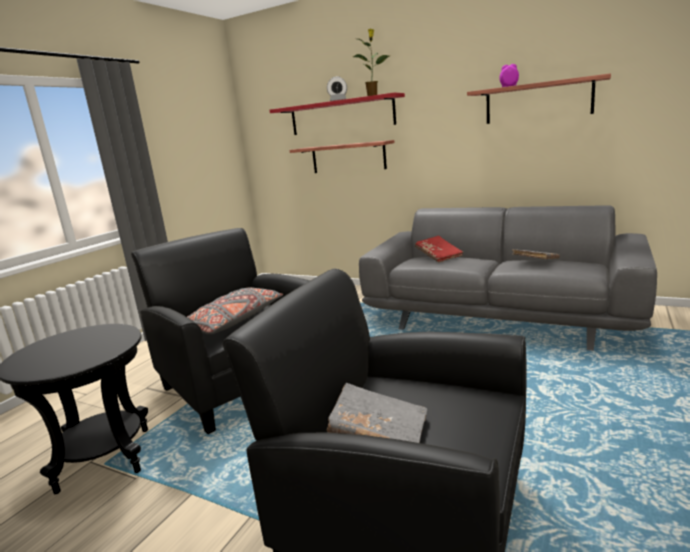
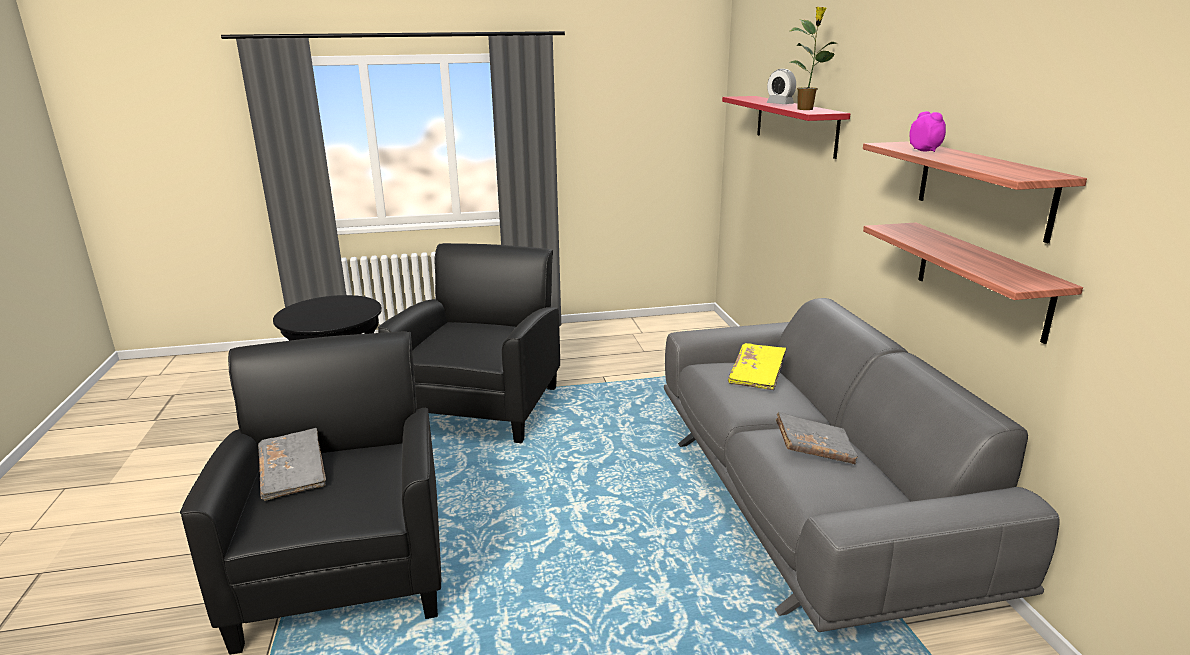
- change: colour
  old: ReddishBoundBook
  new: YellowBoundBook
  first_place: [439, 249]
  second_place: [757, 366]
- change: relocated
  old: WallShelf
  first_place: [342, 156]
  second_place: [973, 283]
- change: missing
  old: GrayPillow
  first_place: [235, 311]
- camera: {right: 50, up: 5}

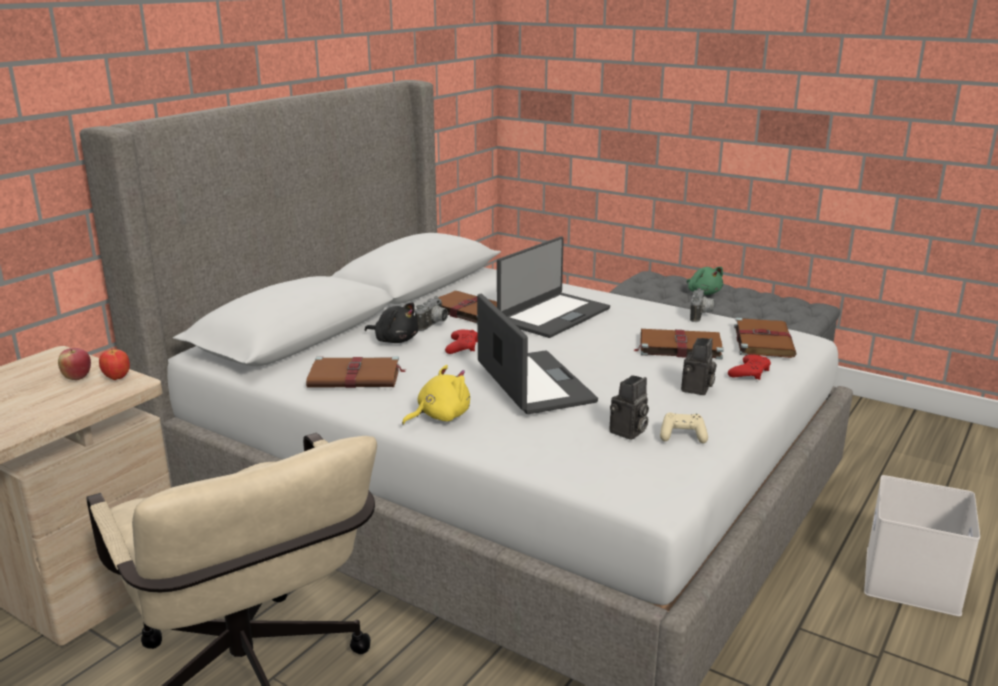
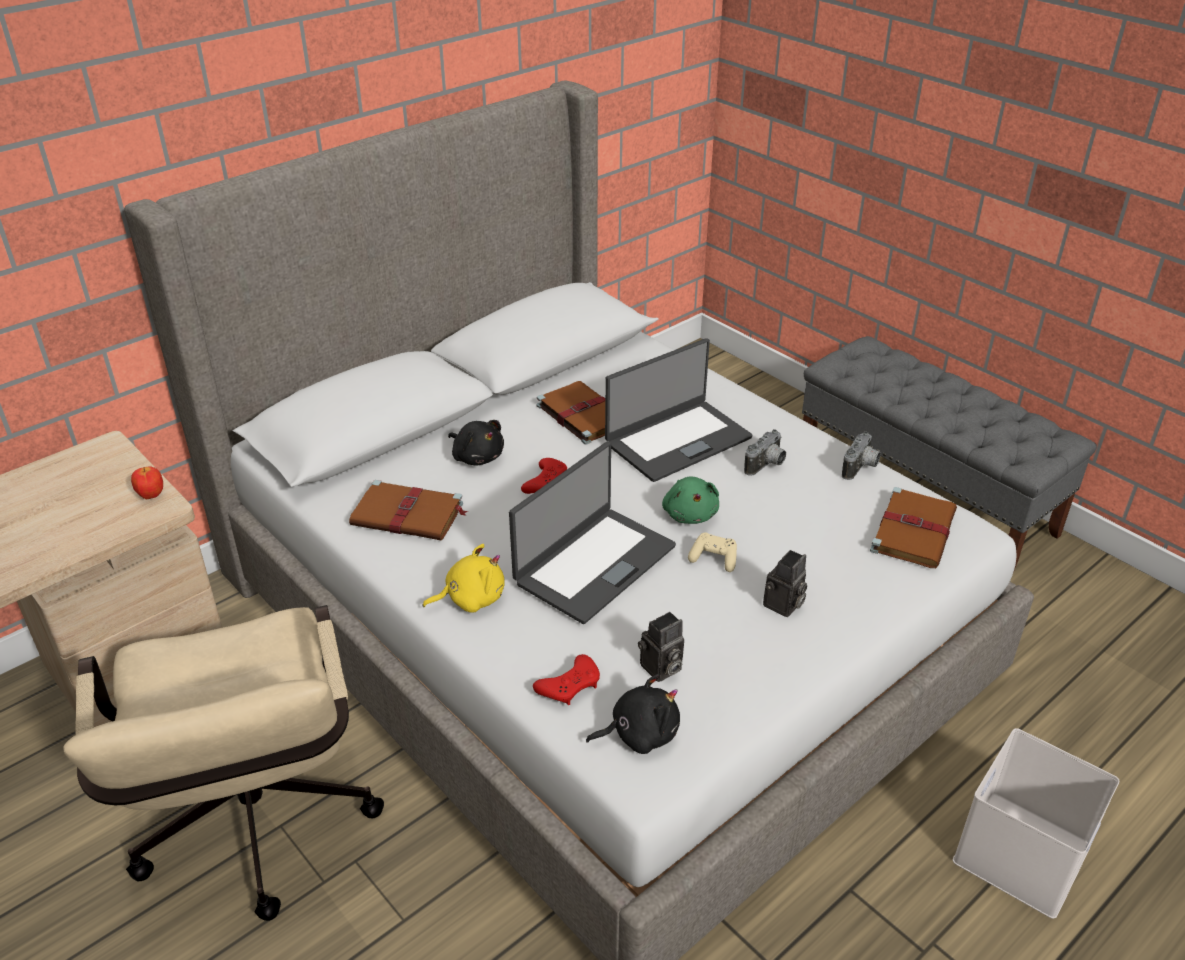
- change: spun
  old: Laptop
  first_place: [537, 353]
  second_place: [592, 533]
  degrees: 45
- change: relocated
  old: ReddishGamepad
  first_place: [749, 367]
  second_place: [566, 679]
- change: appeared
  new: BlackishCuddlyToy
  second_place: [633, 714]
- change: relocated
  old: GreenColouredCuddlyToy
  first_place: [705, 281]
  second_place: [690, 500]
- change: relocated
  old: SandColouredGamepad
  first_place: [684, 427]
  second_place: [712, 552]
- change: relocated
  old: PhotoCamera
  first_place: [431, 313]
  second_place: [765, 452]
- change: missing
  old: Apple
  first_place: [74, 364]
- change: missing
  old: BrownishBoundBook
  first_place: [679, 344]
- camera: {right: 15, up: 15}

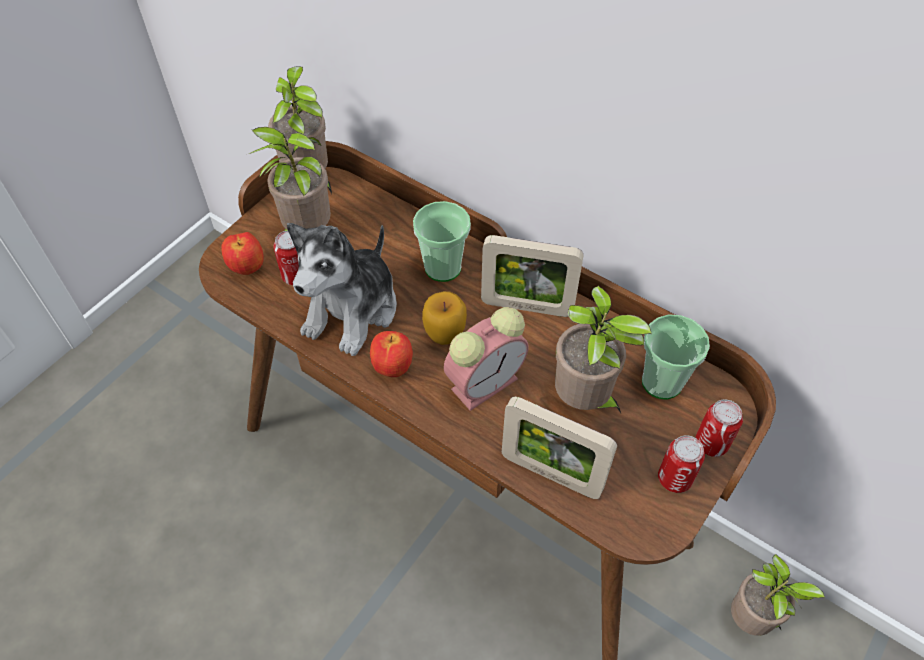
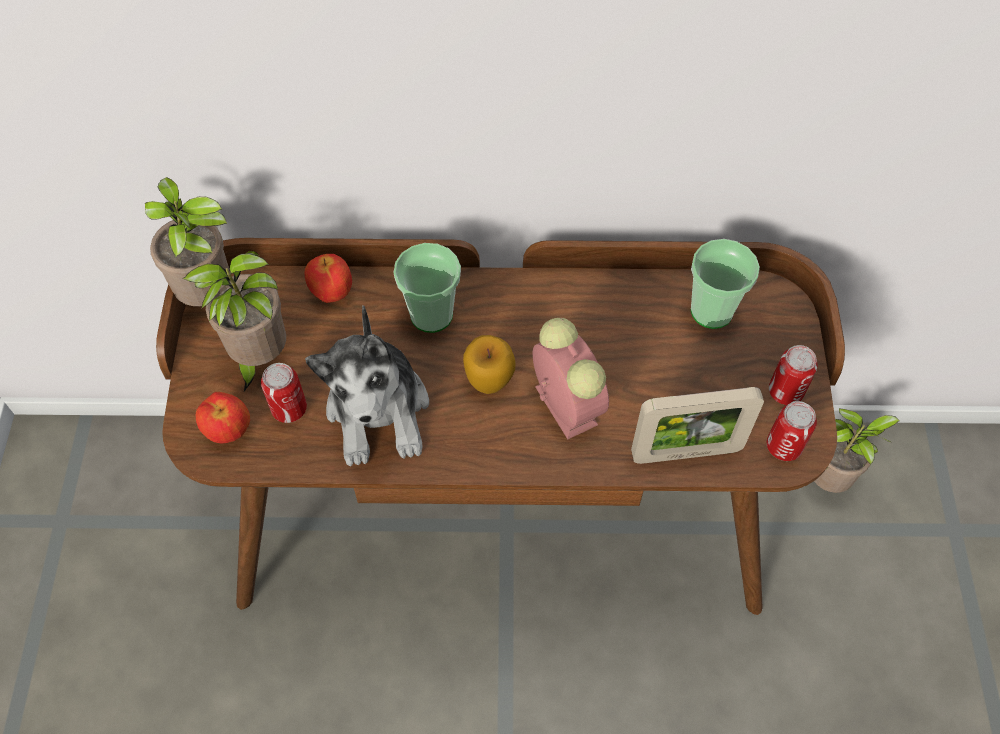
- change: relocated
  old: Apple
  first_place: [391, 354]
  second_place: [328, 278]
- change: spun
  old: TableClock
  first_place: [486, 359]
  second_place: [571, 378]
  degrees: -45
- change: relocated
  old: Can
  first_place: [719, 428]
  second_place: [792, 431]
- change: missing
  old: PictureFrame
  first_place: [532, 276]
- change: missing
  old: PlantInAPot
  first_place: [603, 349]
- camera: {right: -35, up: 5}

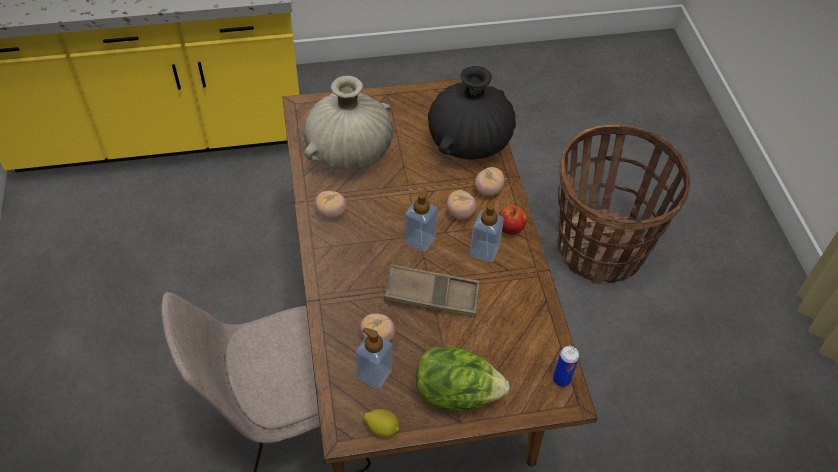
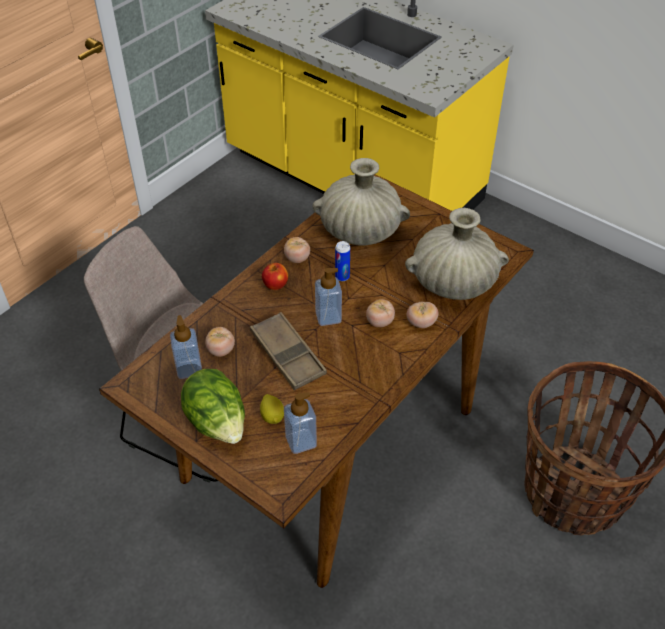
- change: relocated
  old: CitrusFruit
  first_place: [381, 423]
  second_place: [272, 409]
- change: relocated
  old: Apple
  first_place: [513, 220]
  second_place: [275, 276]
- change: relocated
  old: SoapDispenser
  first_place: [487, 230]
  second_place: [300, 423]
- change: relocated
  old: Can
  first_place: [566, 366]
  second_place: [342, 261]
- change: colour
  old: BlackishDecorativeVase
  new: SandColouredDecorativeVase
  first_place: [472, 113]
  second_place: [457, 254]
- camera: {right: 50, up: -5}

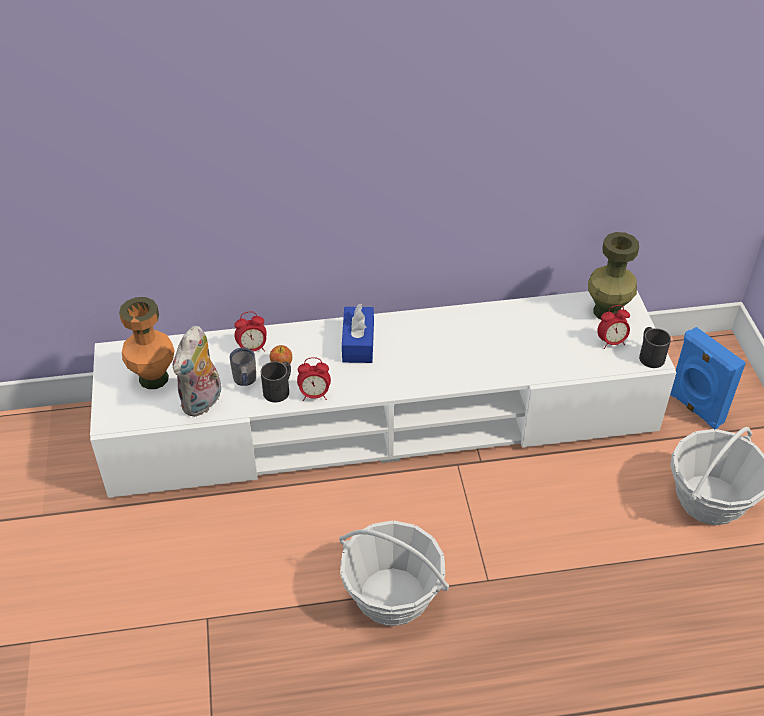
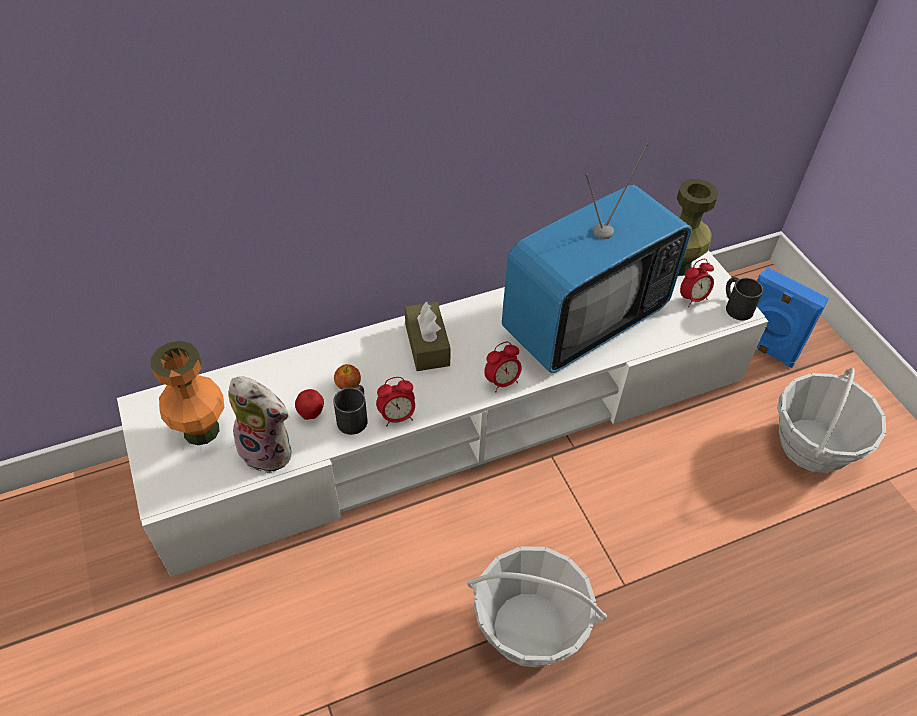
- change: spun
  old: CuddlyToy
  first_place: [197, 371]
  second_place: [259, 424]
  degrees: -75
- change: exchanged
  old: GrayMug
  new: Apple
  first_place: [243, 367]
  second_place: [309, 404]
- change: colour
  old: BlueColouredBoxOfTissues
  new: BrownishBoxOfTissues
  first_place: [358, 333]
  second_place: [428, 336]
- change: relocated
  old: TableClock
  first_place: [250, 331]
  second_place: [503, 367]
- change: appeared
  new: Television
  second_place: [597, 258]
- camera: {right: -15, up: 5}

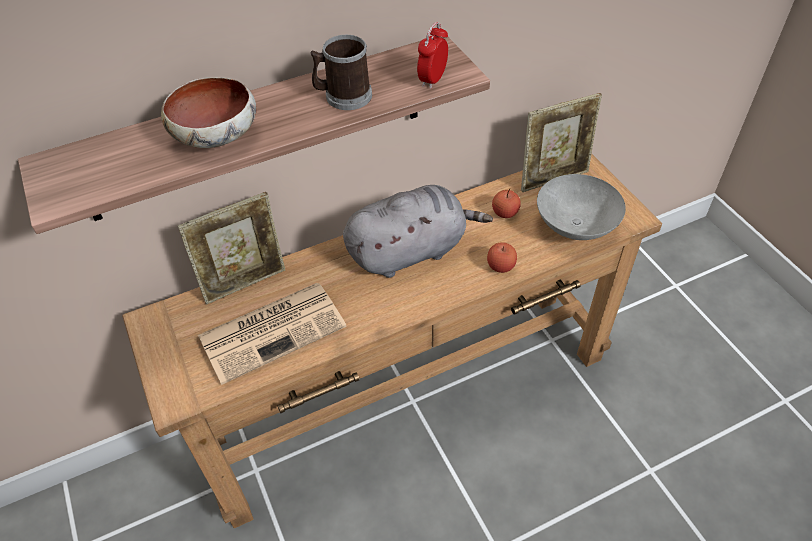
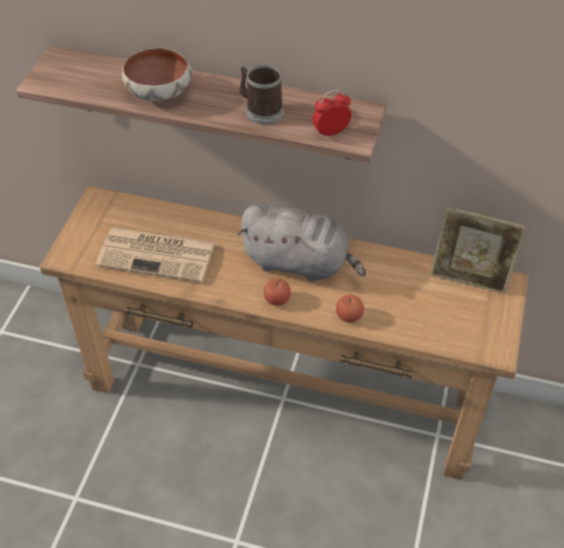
- change: relocated
  old: Apple
  first_place: [506, 203]
  second_place: [277, 292]
- change: missing
  old: PictureFrame
  first_place: [231, 248]
- change: missing
  old: GrayDeepDish
  first_place: [581, 207]
- camera: {right: 40, up: 0}

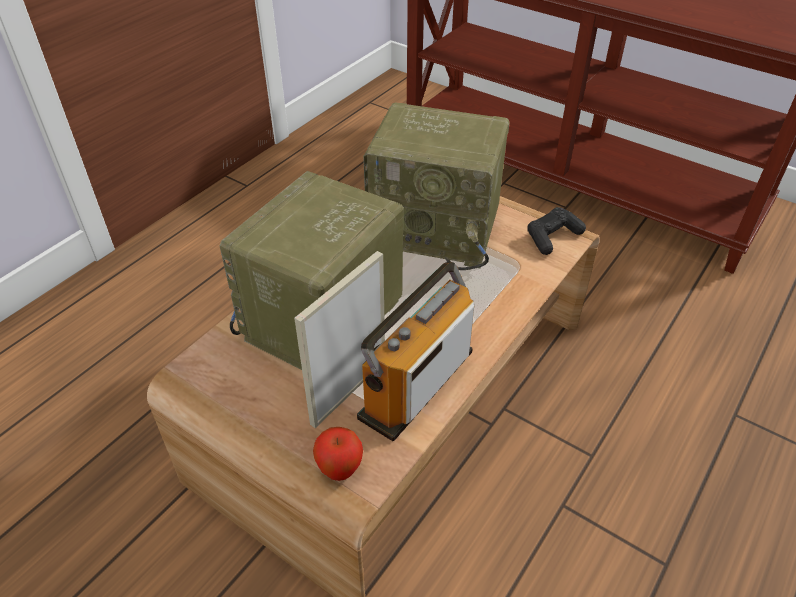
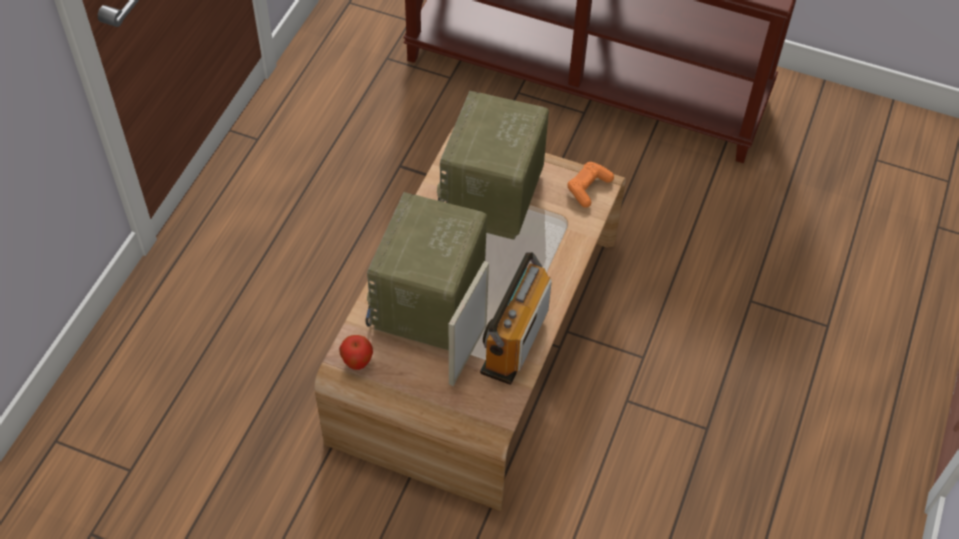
- change: relocated
  old: Apple
  first_place: [338, 454]
  second_place: [356, 352]
- change: spun
  old: RadioSet
  first_place: [436, 186]
  second_place: [493, 165]
  degrees: 105
- change: colour
  old: BlackishGamepad
  new: OrangeColouredGamepad
  first_place: [556, 231]
  second_place: [591, 185]
- camera: {right: -15, up: 10}

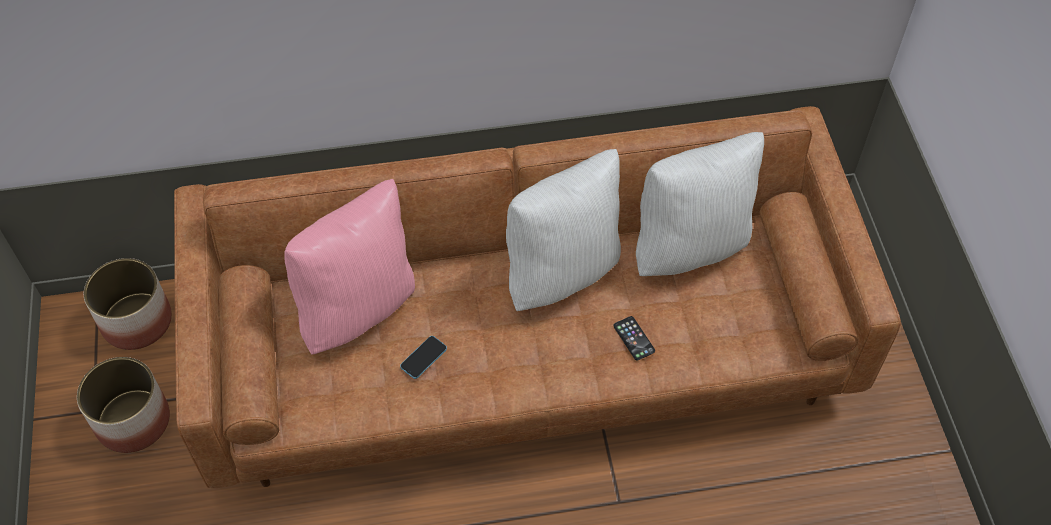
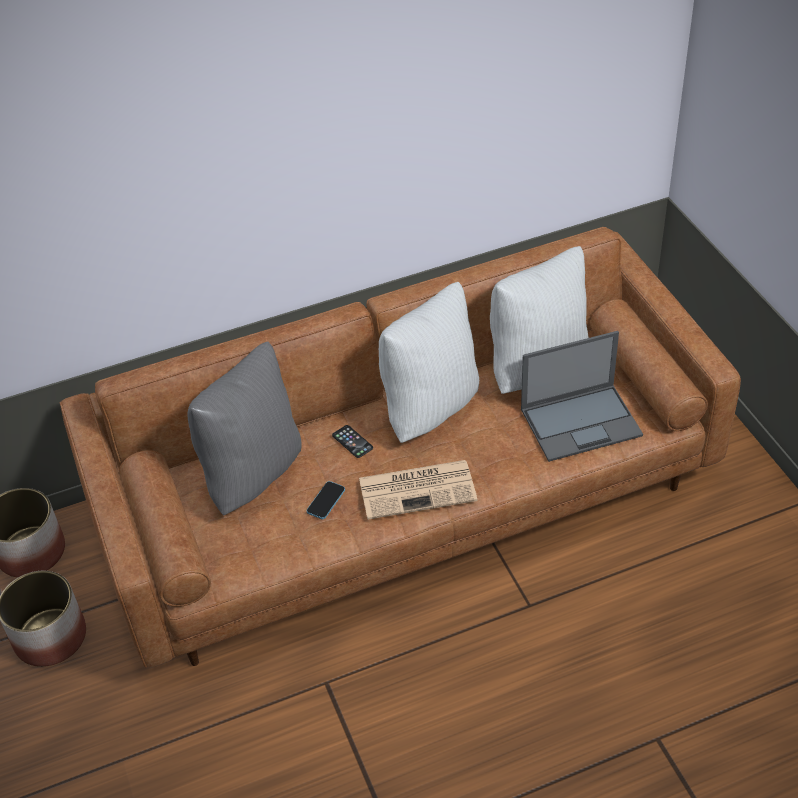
- change: colour
  old: PinkColouredPillow
  new: GrayPillow
  first_place: [349, 267]
  second_place: [244, 428]
- change: relocated
  old: Telephone
  first_place: [634, 338]
  second_place: [352, 441]
- change: appeared
  new: PrintedPaper
  second_place: [418, 490]
- change: appeared
  new: Laptop
  second_place: [582, 396]
- camera: {right: -10, up: -10}

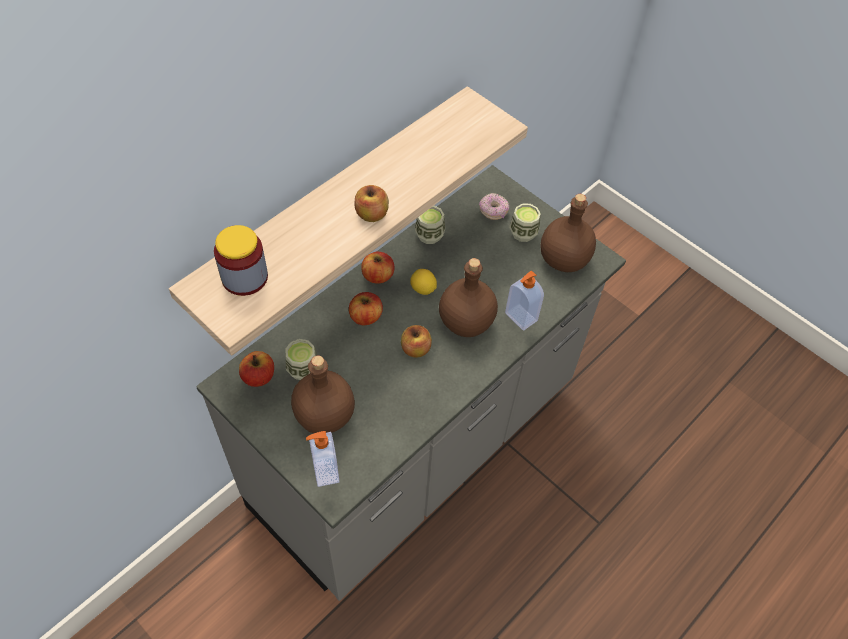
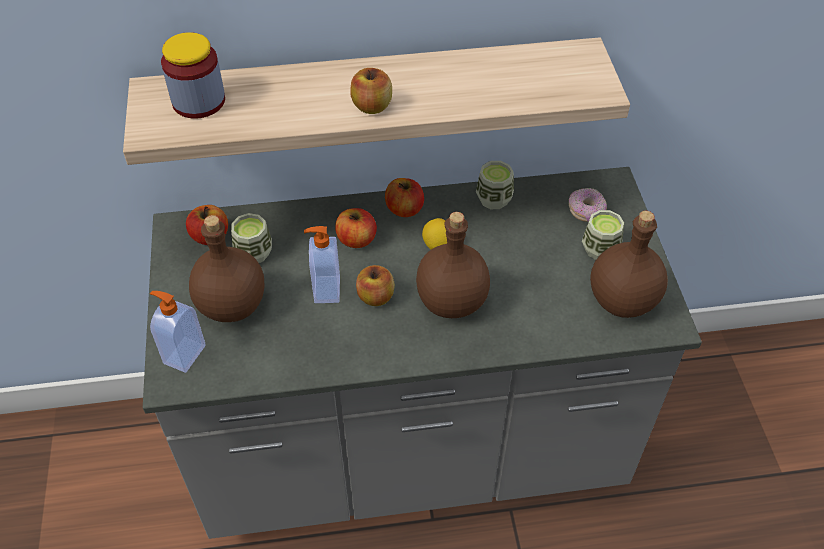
- change: relocated
  old: SoapDispenser
  first_place: [524, 301]
  second_place: [322, 264]
- camera: {right: 40, up: -5}

